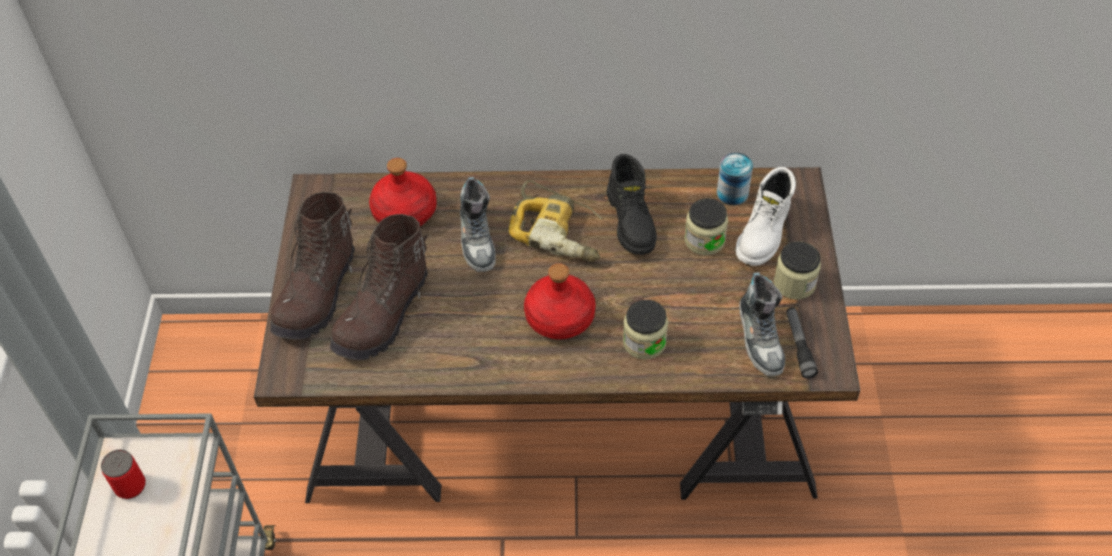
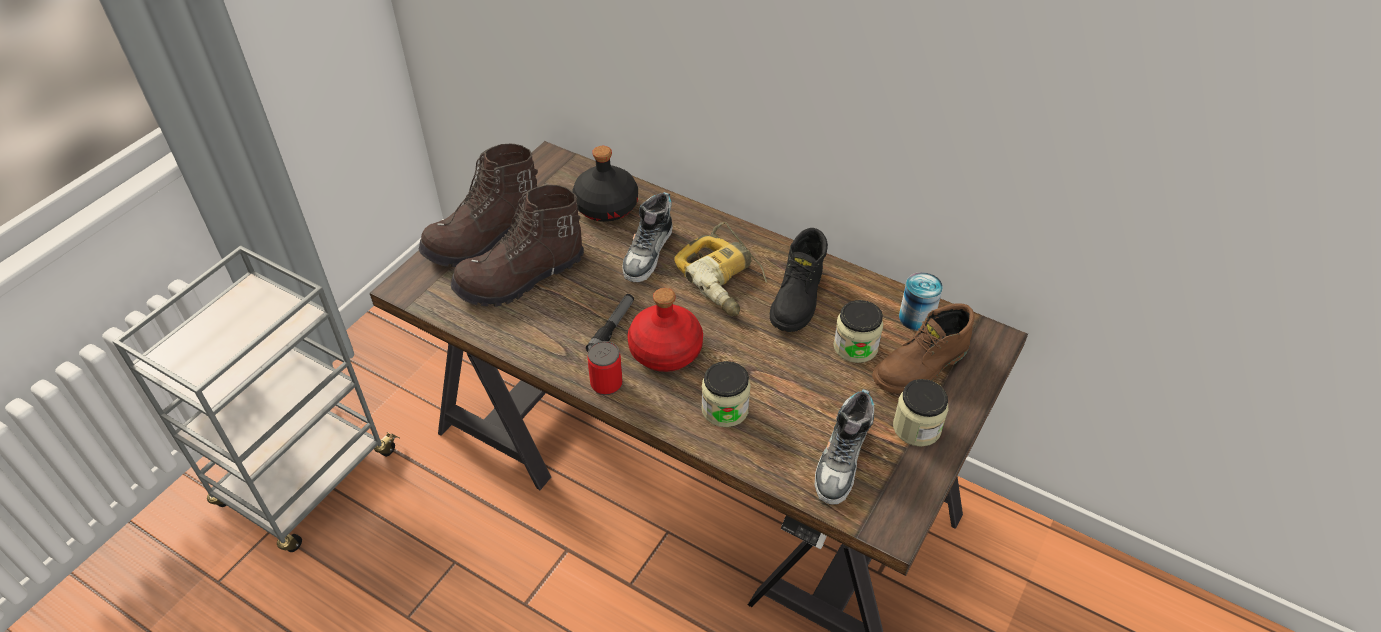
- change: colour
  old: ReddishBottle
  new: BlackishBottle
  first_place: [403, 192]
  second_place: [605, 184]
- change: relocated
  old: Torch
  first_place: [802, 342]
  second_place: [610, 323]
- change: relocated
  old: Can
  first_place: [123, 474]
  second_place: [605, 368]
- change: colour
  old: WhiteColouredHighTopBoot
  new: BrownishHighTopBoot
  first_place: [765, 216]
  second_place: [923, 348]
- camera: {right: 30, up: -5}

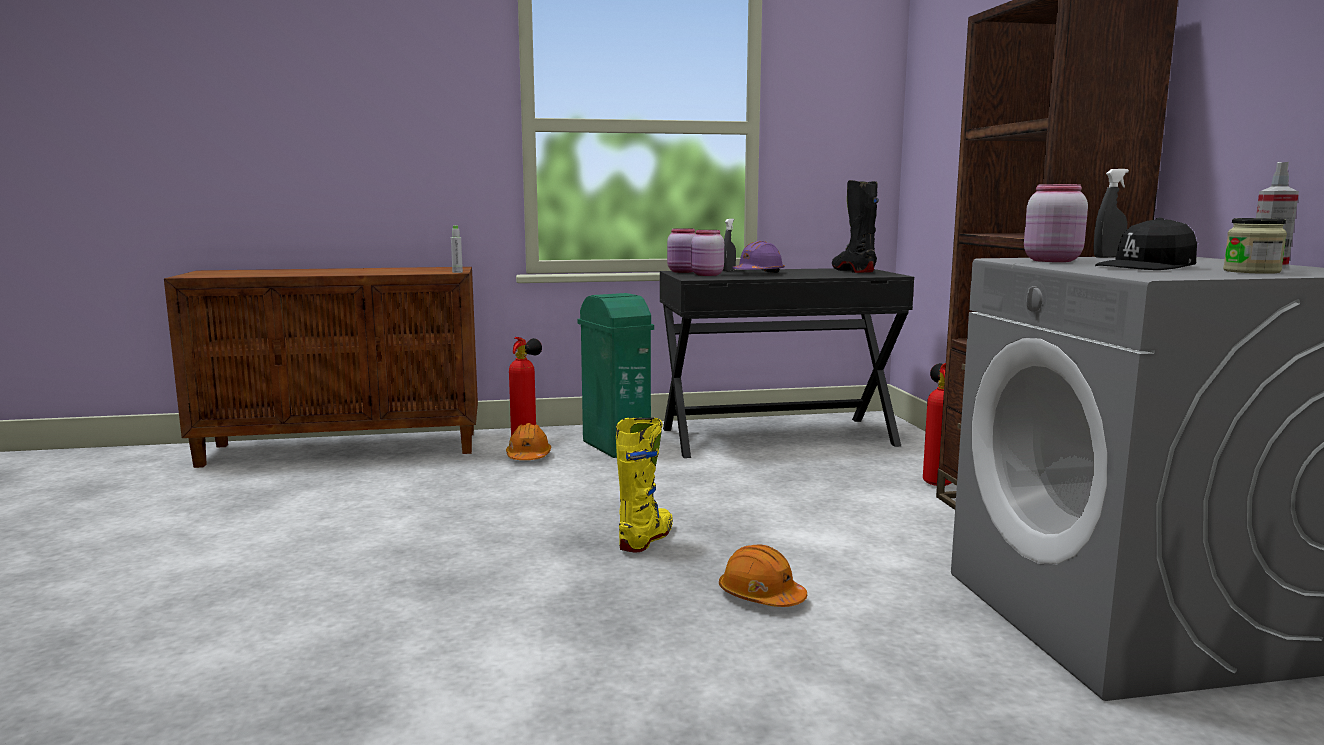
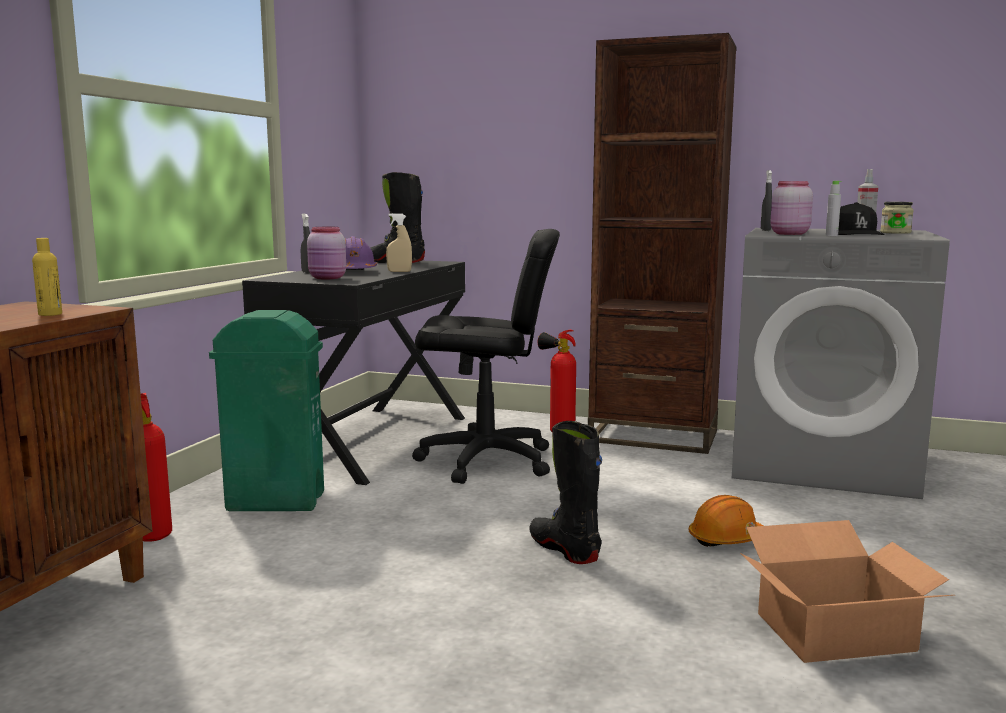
- change: appeared
  new: YellowBottle
  second_place: [47, 277]
- change: appeared
  new: SandColouredSprayer
  second_place: [399, 242]
- change: appeared
  new: BlackishOfficeChair
  second_place: [486, 356]
- change: colour
  old: YellowHighTopBoot
  new: BlackishHighTopBoot
  first_place: [644, 485]
  second_place: [565, 492]
- change: appeared
  new: CardboardBox
  second_place: [847, 591]
- change: relocated
  old: GrayBottle
  first_place: [457, 249]
  second_place: [833, 208]
- change: missing
  old: OrangeColouredSafetyHelmet
  first_place: [528, 441]
- change: missing
  old: PinkColouredStorageJar
  first_place: [681, 250]
- camera: {right: -60, up: 0}

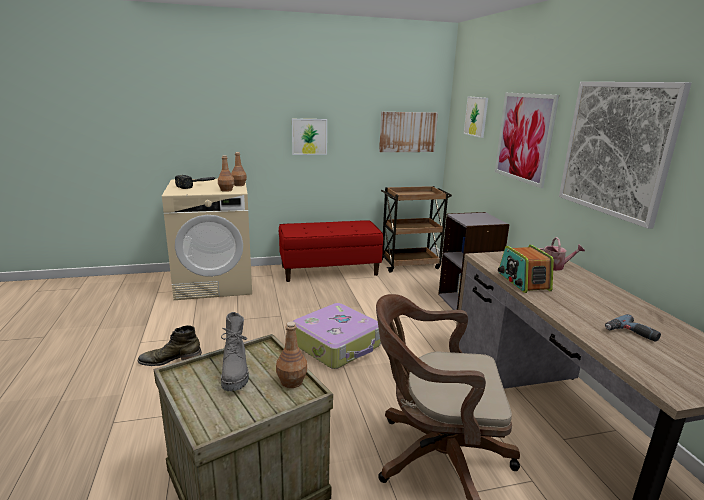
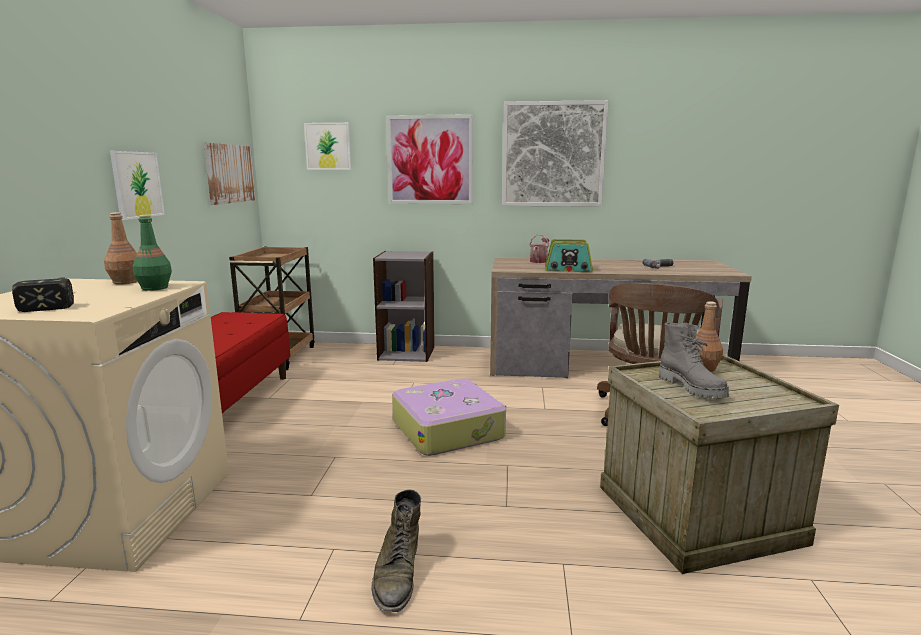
- change: colour
  old: BrownishBottle
  new: GreenColouredBottle
  first_place: [226, 173]
  second_place: [152, 253]
- change: spun
  old: GrayHighTopBoot
  first_place: [235, 351]
  second_place: [694, 361]
  degrees: 60
- camera: {right: -70, up: -5}

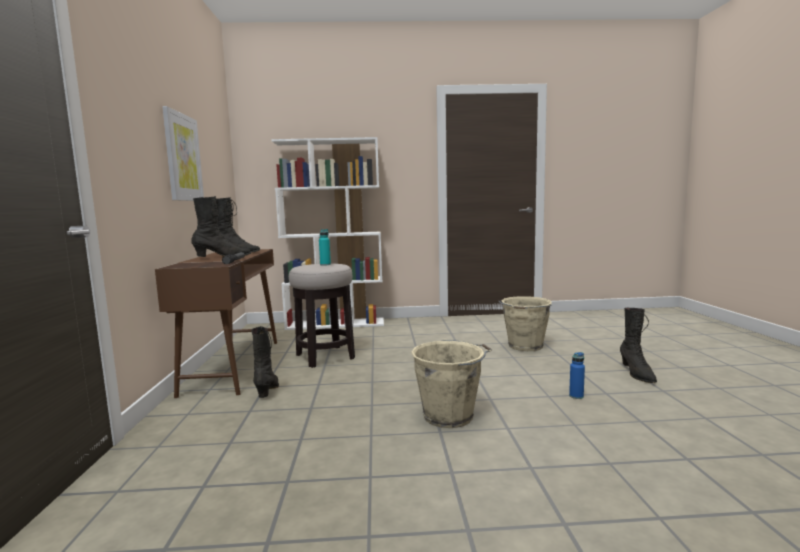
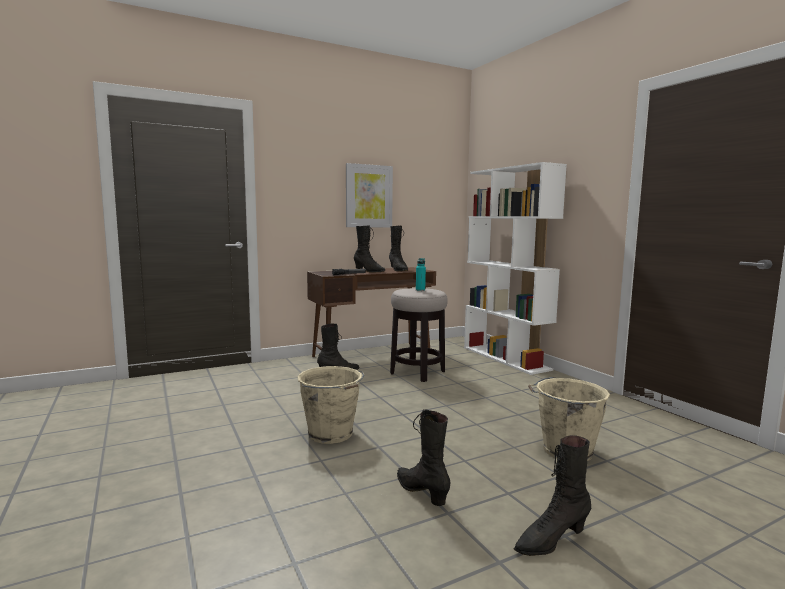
- change: exchanged
  old: BlueColouredBottle
  new: BlackishHighTopBoot
  first_place: [577, 375]
  second_place: [423, 458]
- camera: {right: 65, up: 0}

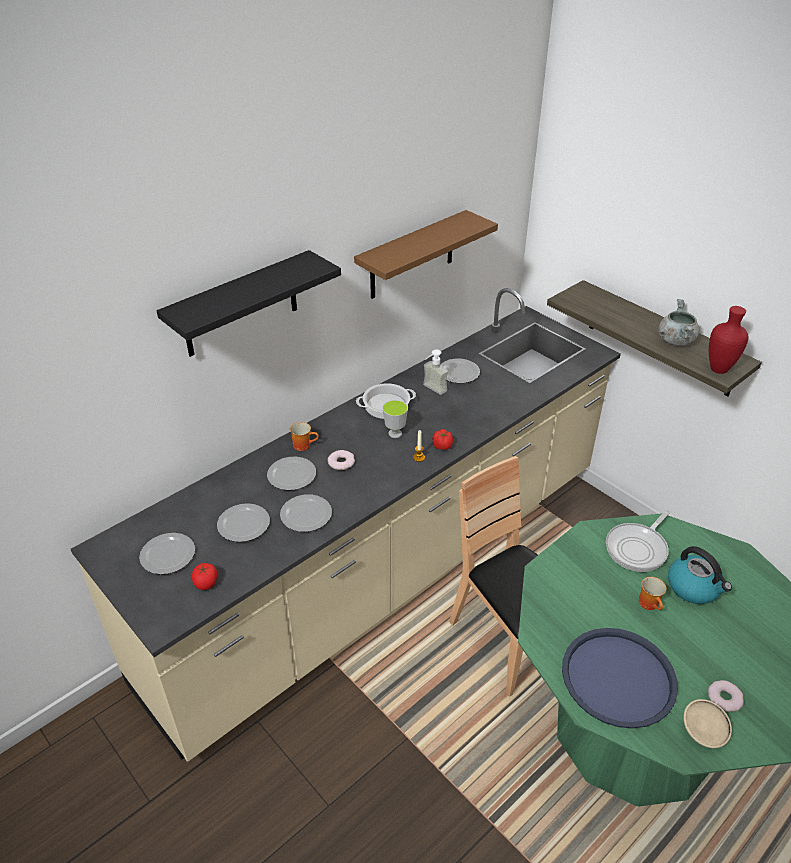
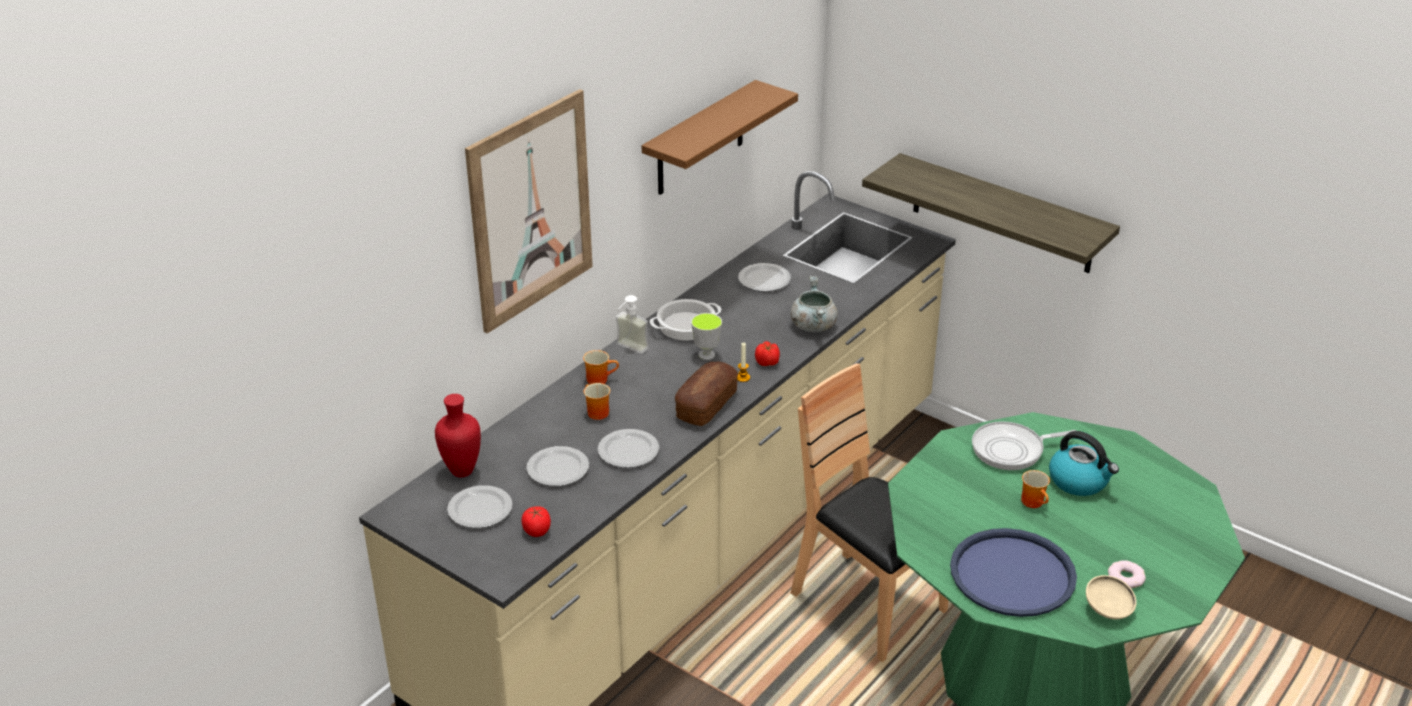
- change: relocated
  old: ReddishDecorativeVase
  first_place: [728, 340]
  second_place: [458, 435]
- change: exchanged
  old: BlackishWallShelf
  new: Picture
  first_place: [249, 303]
  second_place: [529, 211]
- change: exchanged
  old: DinnerPlate
  new: Mug
  first_place: [291, 473]
  second_place: [597, 401]
- change: relocated
  old: SoapDispenser
  first_place: [435, 372]
  second_place: [632, 324]
- change: appeared
  new: Bread
  second_place: [706, 394]
- change: relocated
  old: GrayStockpot
  first_place: [679, 322]
  second_place: [814, 304]
- change: spun
  old: FryingPan
  first_place: [638, 541]
  second_place: [1024, 445]
  degrees: 45
- change: missing
  old: RingDoughnut
  first_place: [341, 460]
- camera: {right: -10, up: -5}

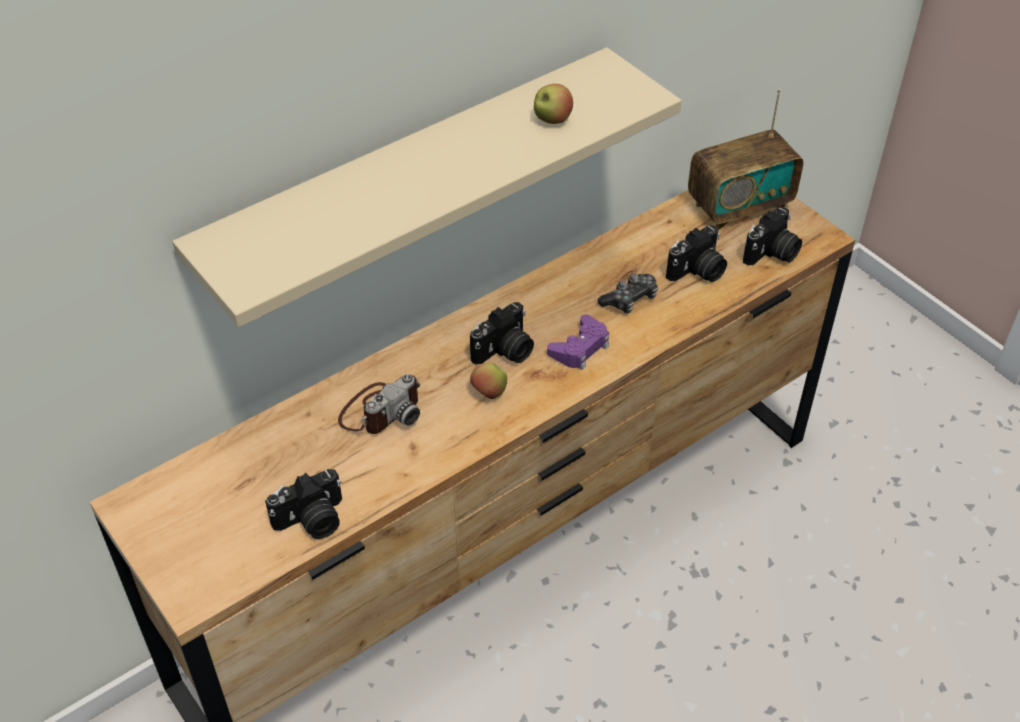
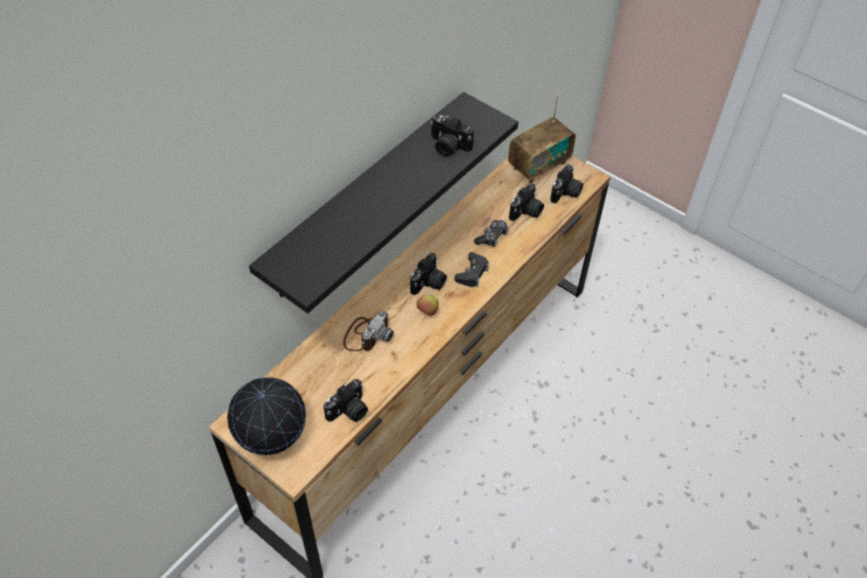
- change: appeared
  new: DeskGlobe
  second_place: [266, 416]
- change: colour
  old: SandColouredWallShelf
  new: BlackishWallShelf
  first_place: [427, 187]
  second_place: [383, 202]
- change: exchanged
  old: Apple
  new: PhotoCamera
  first_place: [553, 104]
  second_place: [452, 135]
- change: colour
  old: PurpleColouredGamepad
  new: BlackishGamepad
  first_place: [578, 342]
  second_place: [472, 269]
- camera: {right: -15, up: 5}

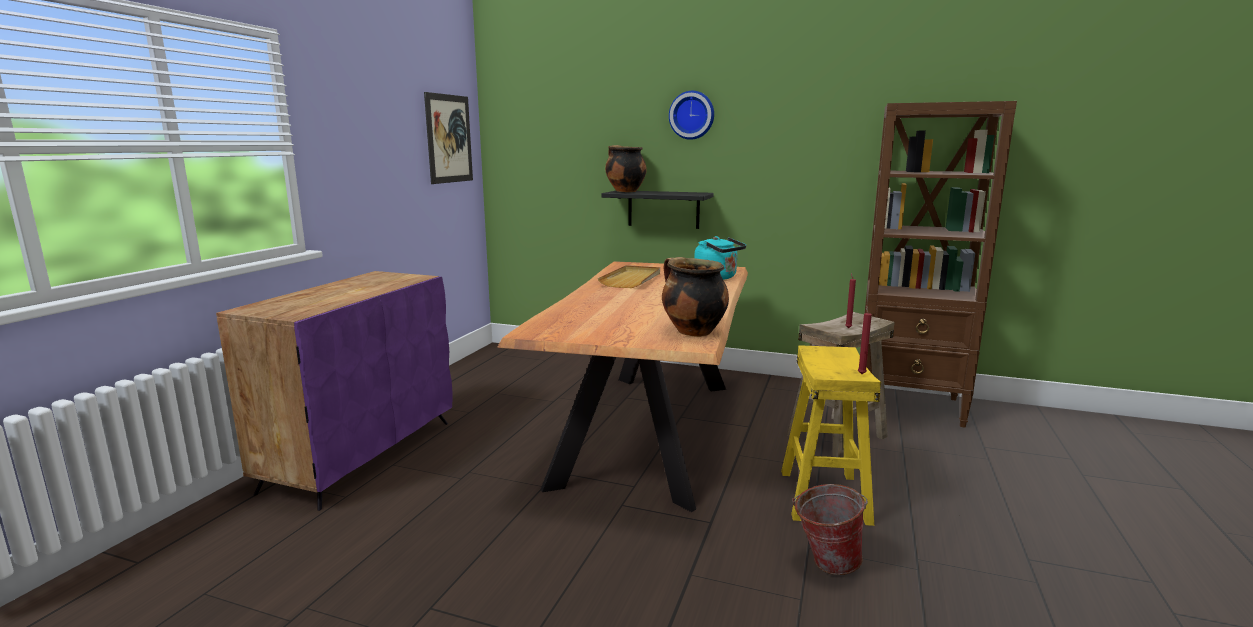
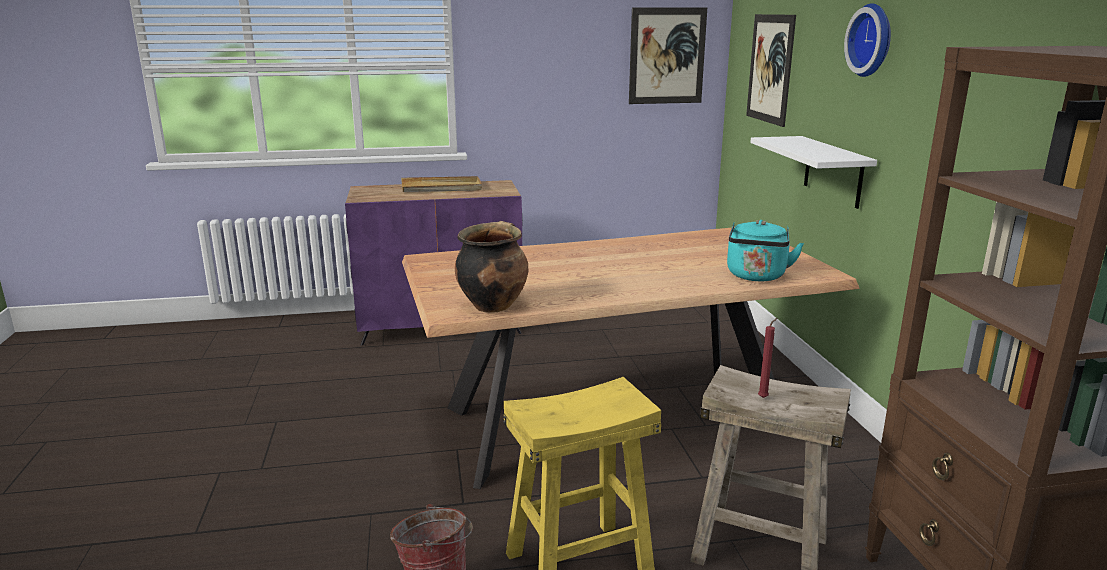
- change: relocated
  old: SandColouredTray
  first_place: [629, 276]
  second_place: [441, 184]
- change: appeared
  new: Picture
  second_place: [771, 70]
- change: colour
  old: BlackishWallShelf
  new: WhiteColouredWallShelf
  first_place: [658, 210]
  second_place: [813, 172]
- change: missing
  old: Stockpot
  first_place: [626, 168]
- change: missing
  old: ReddishWaxLight
  first_place: [865, 339]
- camera: {right: 60, up: 5}

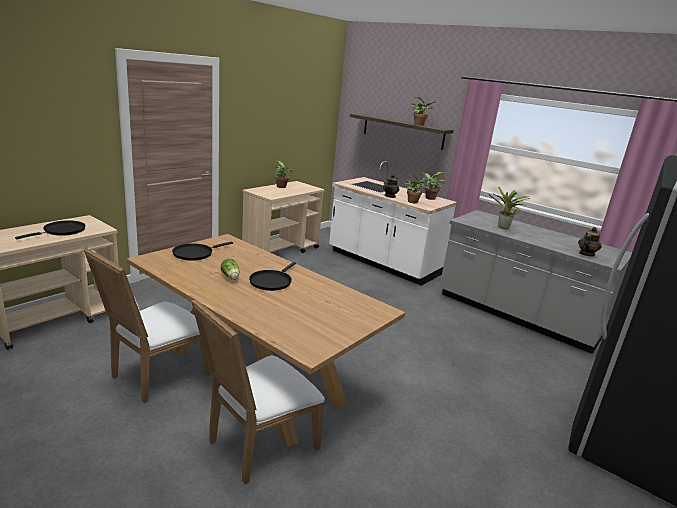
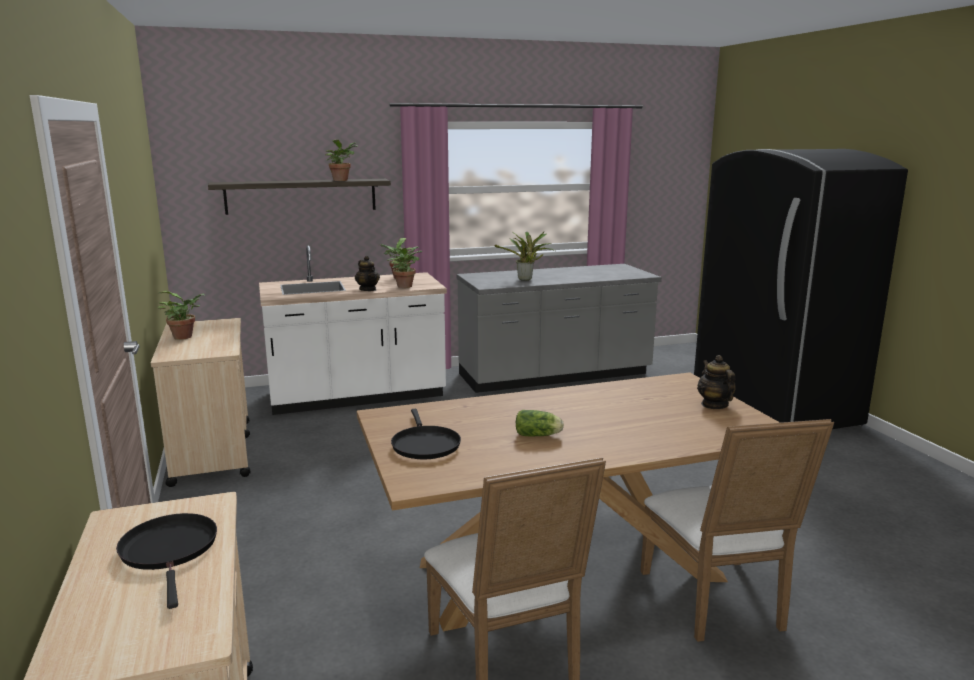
- change: relocated
  old: Teapot
  first_place: [590, 241]
  second_place: [716, 382]
- change: missing
  old: BlackishFryingPan
  first_place: [272, 276]
- camera: {right: -55, up: -5}

